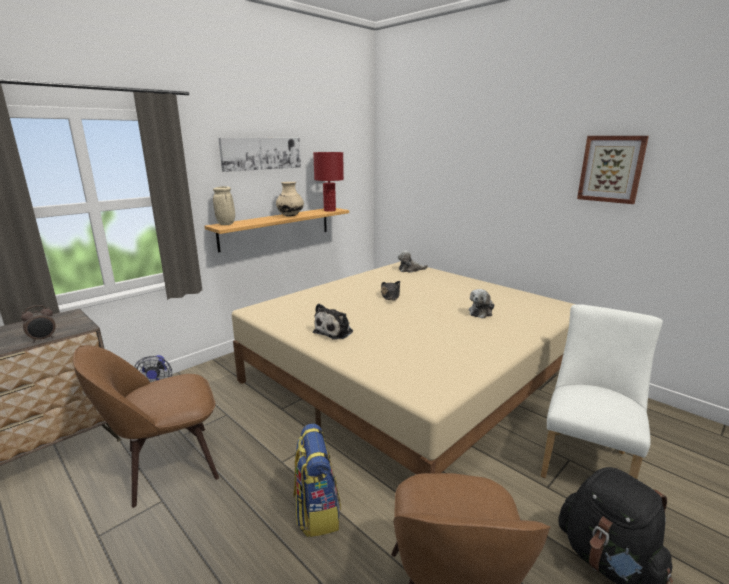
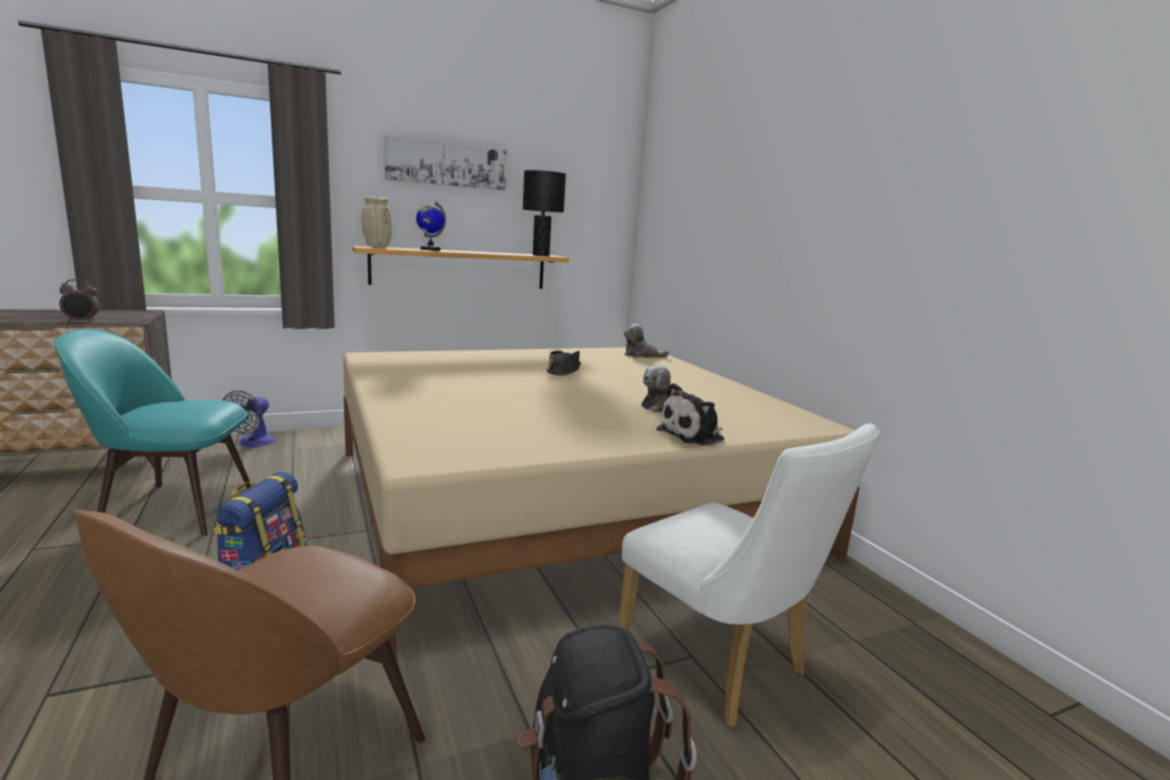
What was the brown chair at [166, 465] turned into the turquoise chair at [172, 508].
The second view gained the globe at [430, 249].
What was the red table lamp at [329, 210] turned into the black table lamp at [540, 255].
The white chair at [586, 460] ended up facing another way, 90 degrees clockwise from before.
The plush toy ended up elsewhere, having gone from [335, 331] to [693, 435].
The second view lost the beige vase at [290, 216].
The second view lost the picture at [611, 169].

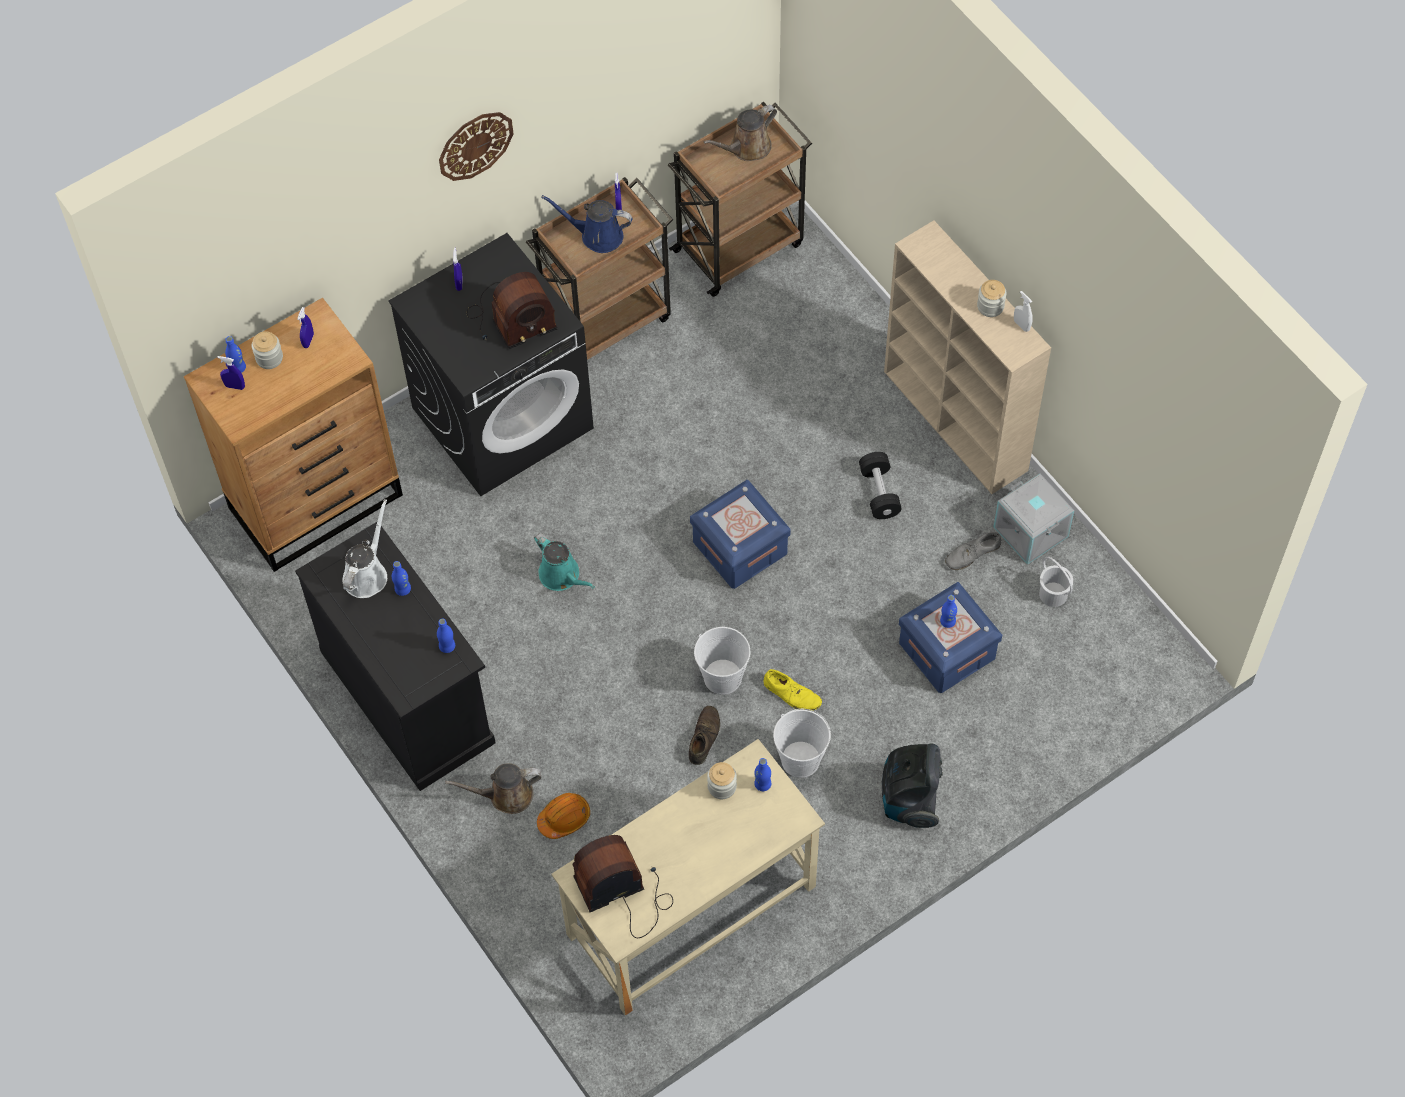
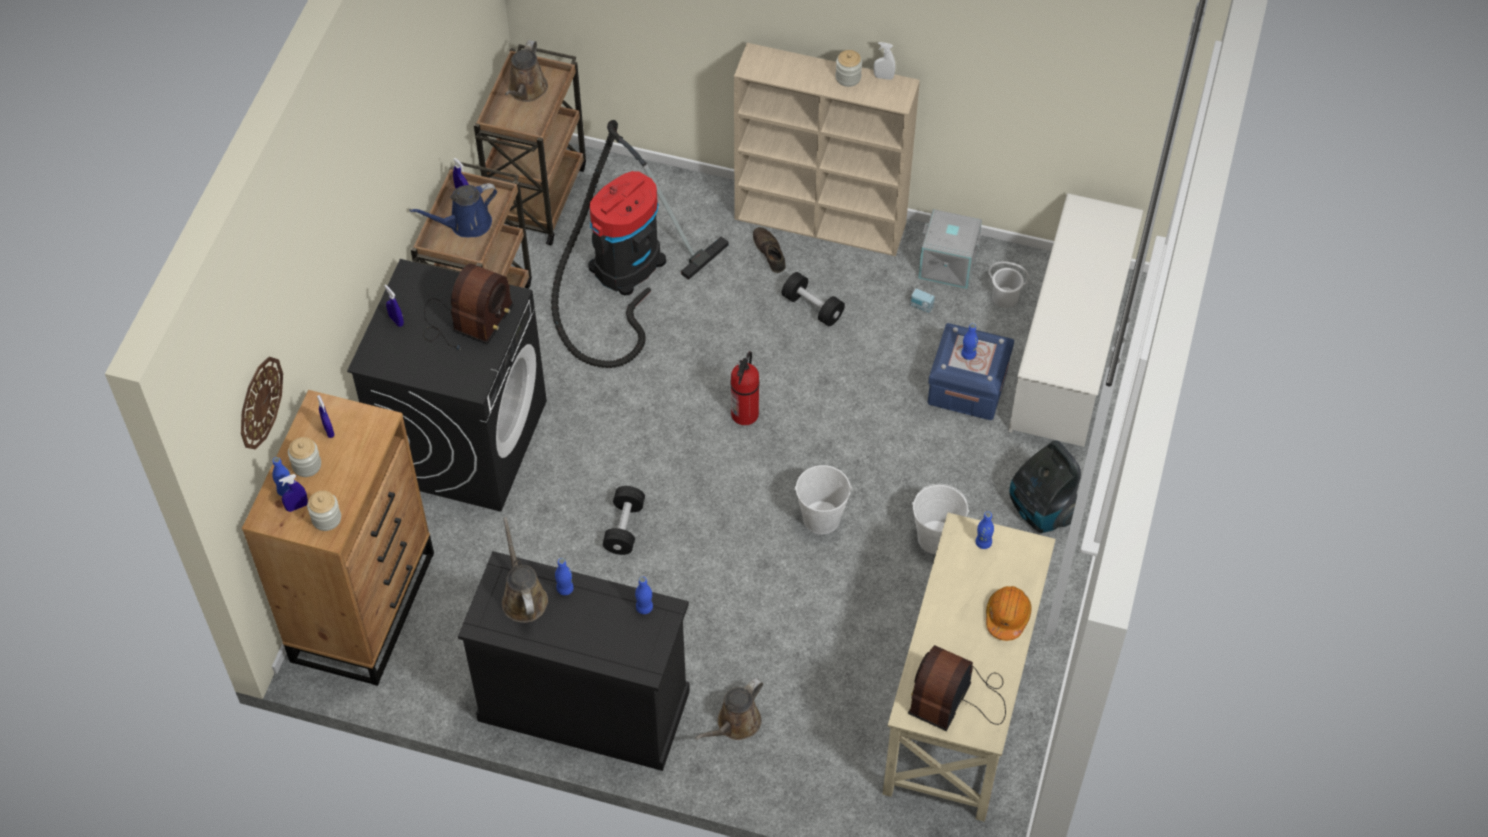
The wall clock ended up elsewhere, having gone from [475, 145] to [260, 402].
The jar ended up elsewhere, having gone from [722, 786] to [326, 518].
What was the white watering can at [367, 574] turned into the brown watering can at [523, 597].
The second view gained the vacuum cleaner at [623, 272].
Where the turquoise watering can stood at [562, 576], the black dumbbell came to stand at [624, 528].
Where the blue storage box stood at [740, 547], the fire extinguisher came to stand at [745, 415].
The brown shoe ended up elsewhere, having gone from [704, 737] to [769, 252].
Where the grey shoe stood at [972, 554], the radio came to stand at [921, 307].
The orange hard hat ended up elsewhere, having gone from [564, 818] to [1007, 616].
The second view gained the white shoe rack at [1069, 353].
The second view lost the yellow shoe at [792, 694].

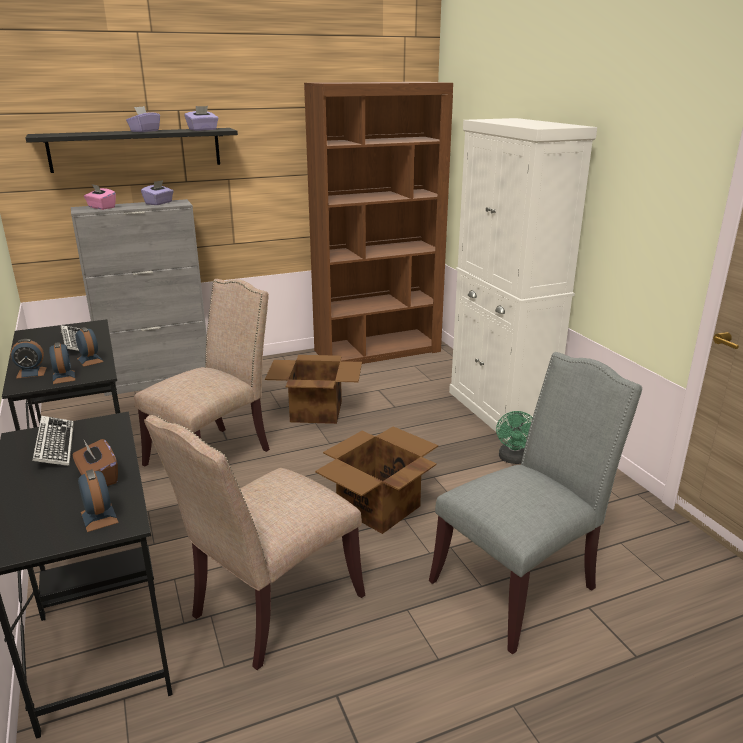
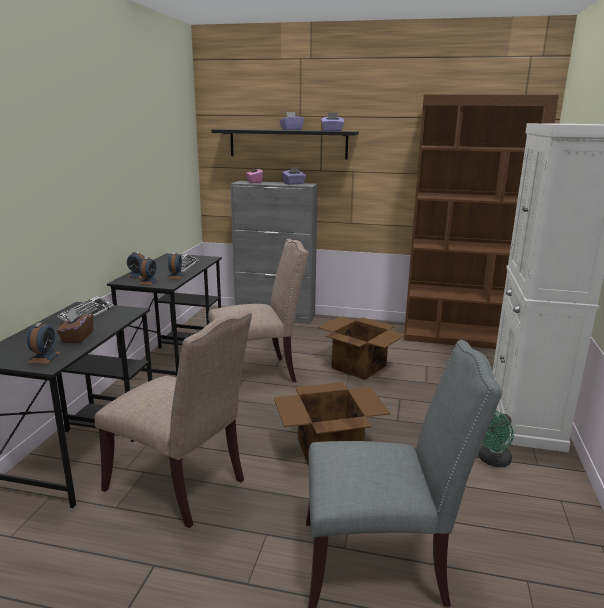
The beige chair at [271, 607] ended up facing another way, 135 degrees counterclockwise from before.

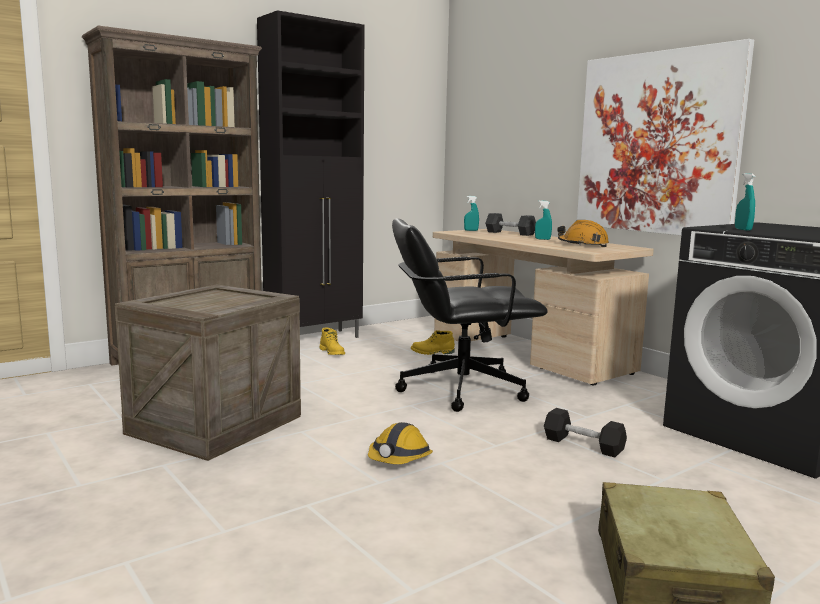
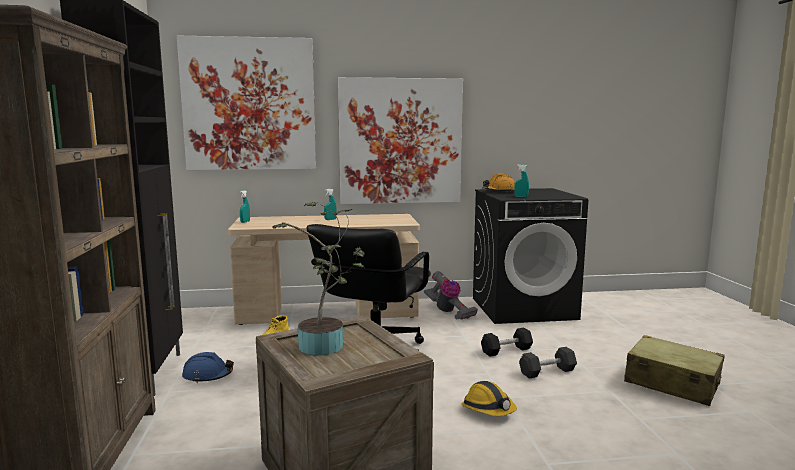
The second view gained the picture at [249, 104].
Where the yellow boot stood at [332, 352], the blue hard hat came to stand at [207, 376].
The second view gained the potted plant at [326, 347].
The second view gained the vacuum cleaner at [448, 312].
The orange hard hat ended up elsewhere, having gone from [582, 245] to [499, 192].
The black dumbbell ended up elsewhere, having gone from [510, 233] to [547, 372].

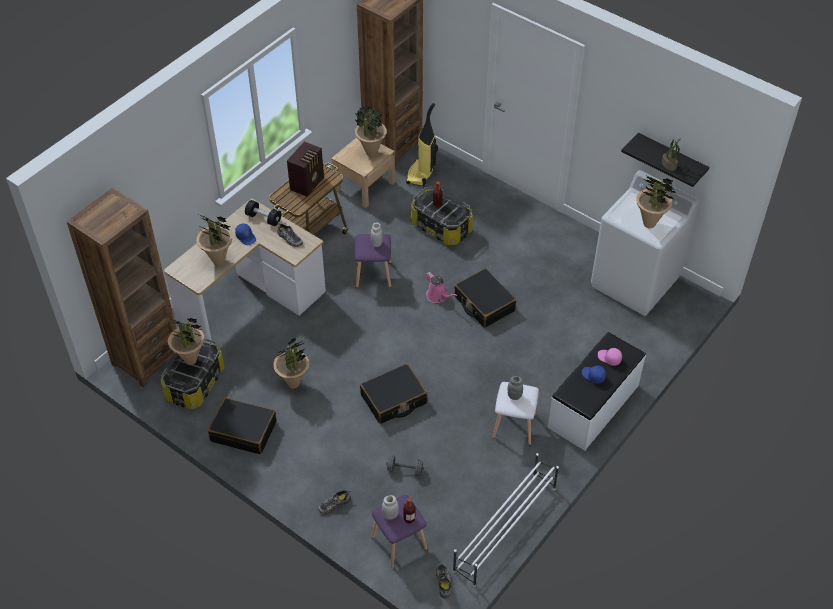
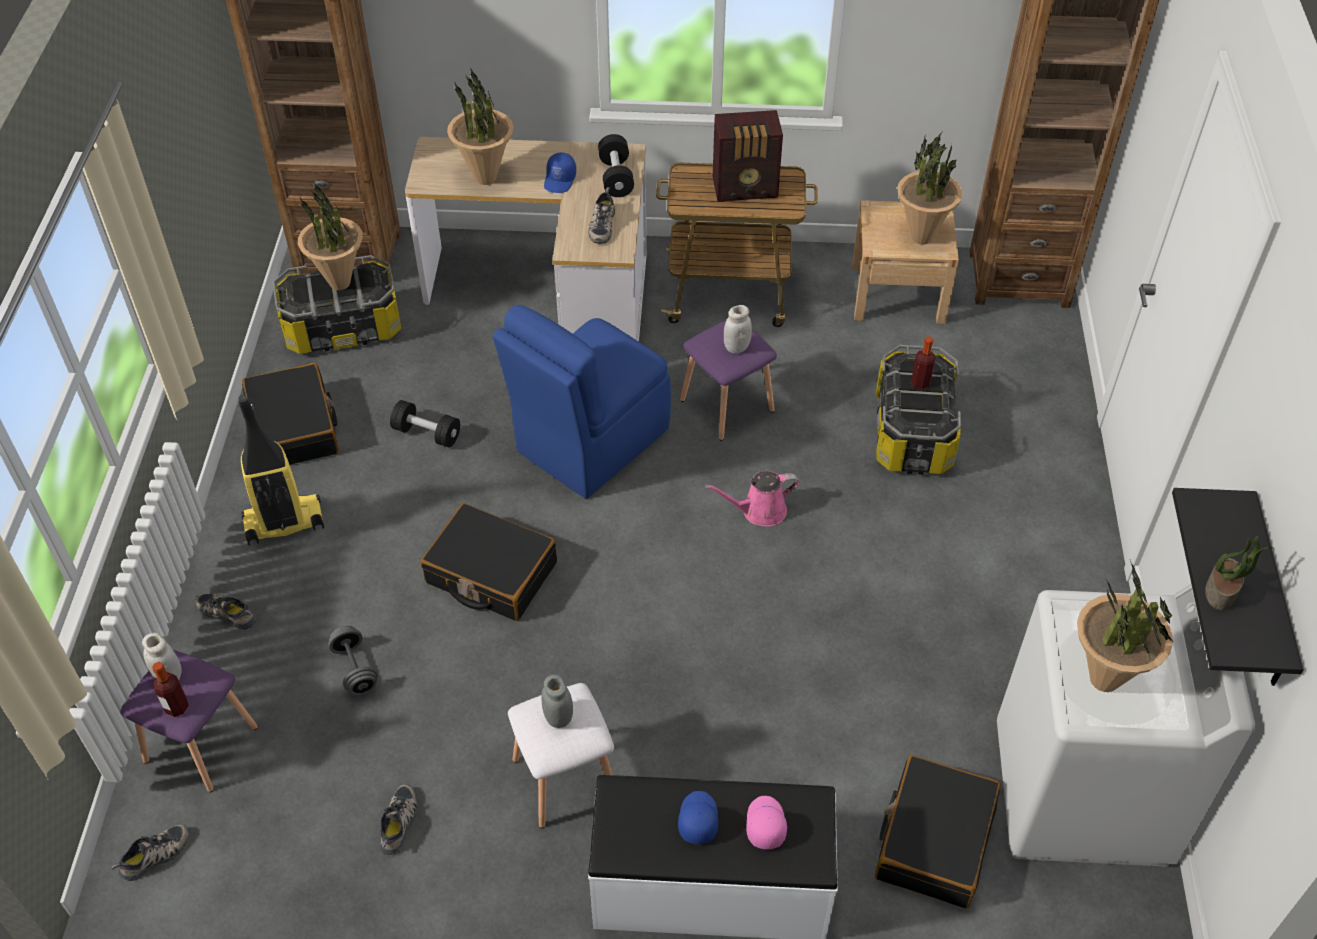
The vacuum cleaner ended up elsewhere, having gone from [421, 174] to [283, 524].
The second view gained the shoe at [400, 823].
Where the potted plant stood at [294, 383], the black dumbbell came to stand at [427, 433].
The second view gained the blue chair at [589, 442].
The pink watering can at [438, 296] ended up facing another way, 60 degrees clockwise from before.
The black suitcase ended up elsewhere, having gone from [484, 304] to [933, 840].
The second view lost the white shoe rack at [504, 529].

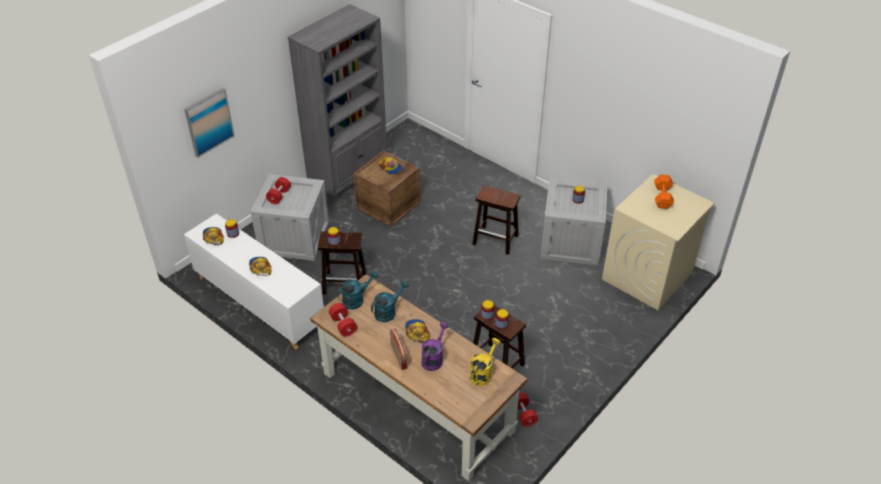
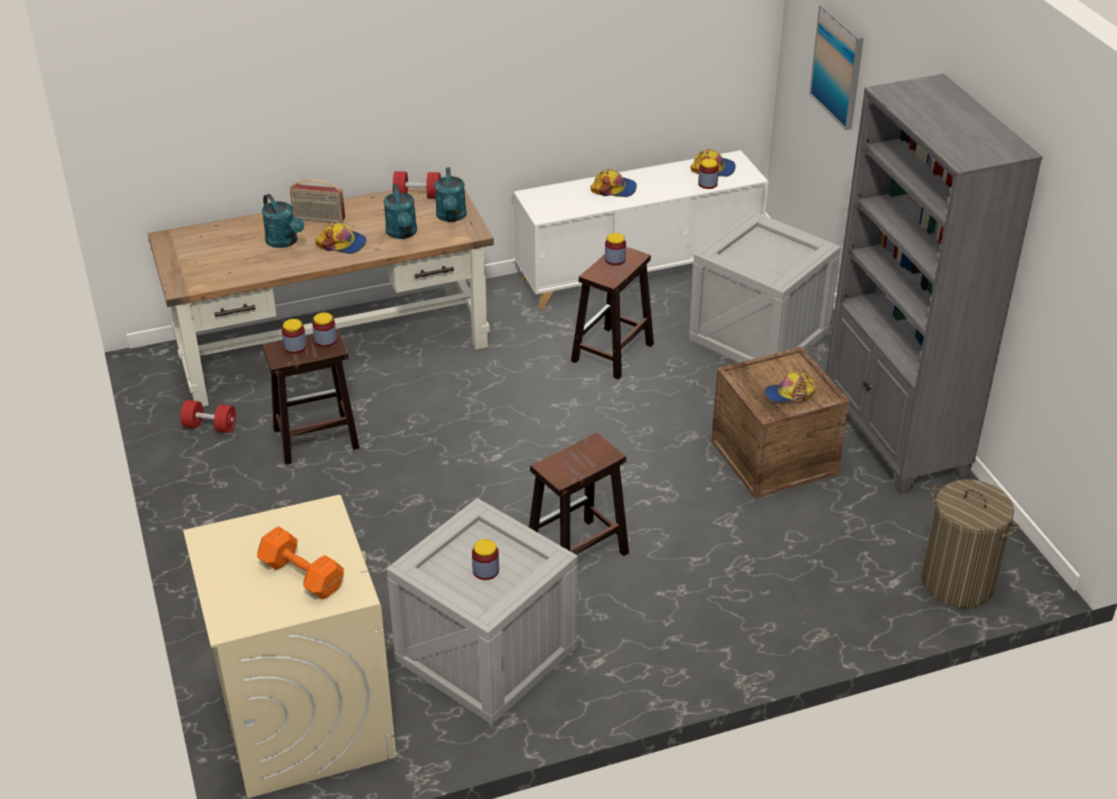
What was the purple watering can at [433, 358] turned into the turquoise watering can at [285, 242].
The second view gained the laundry basket at [957, 583].
The second view lost the red dumbbell at [279, 196].
The second view lost the yellow watering can at [482, 373].

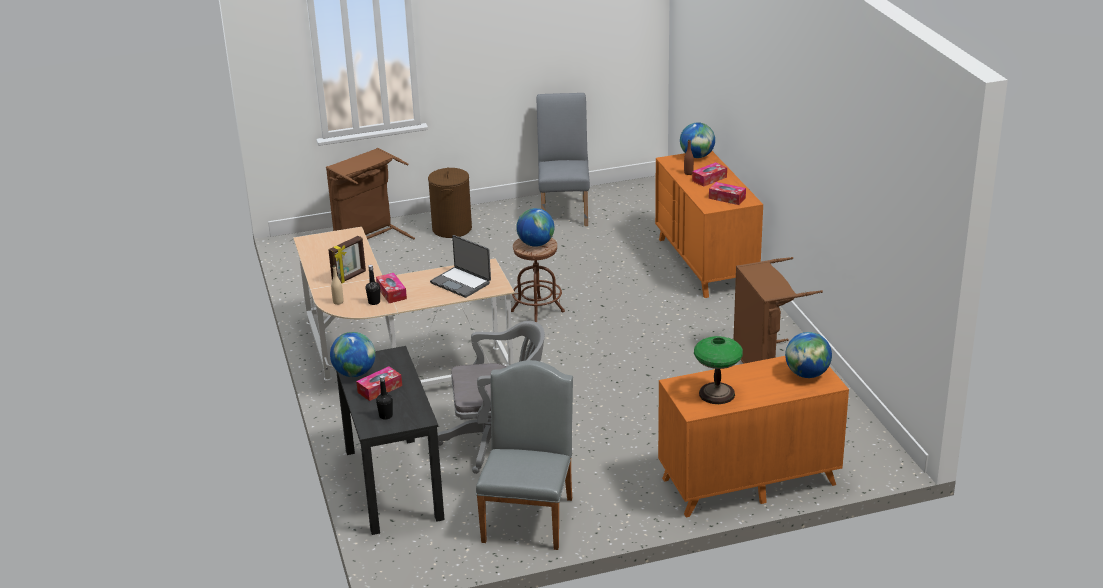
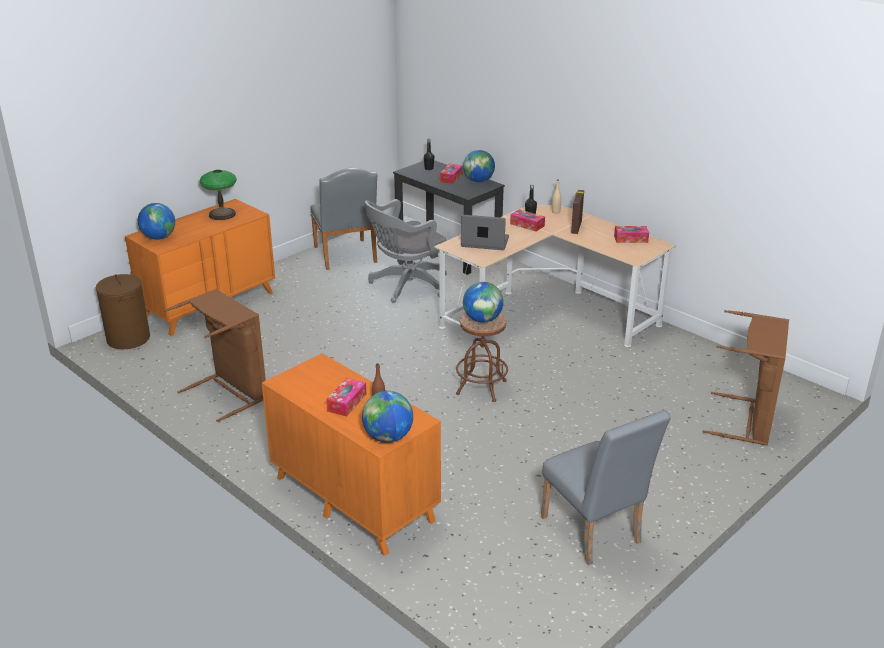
The brown laundry basket ended up elsewhere, having gone from [452, 228] to [128, 339].
The tissue box ended up elsewhere, having gone from [727, 198] to [630, 239].

